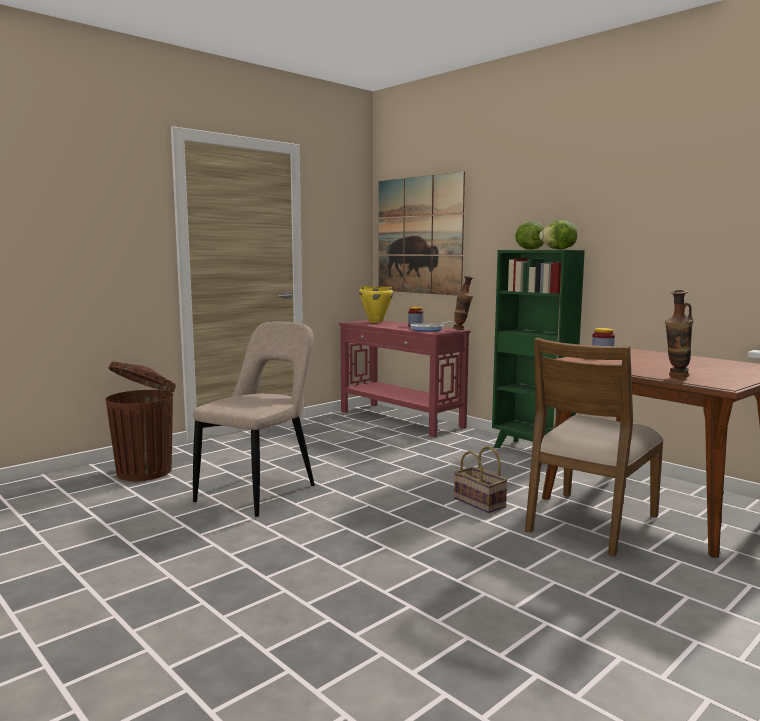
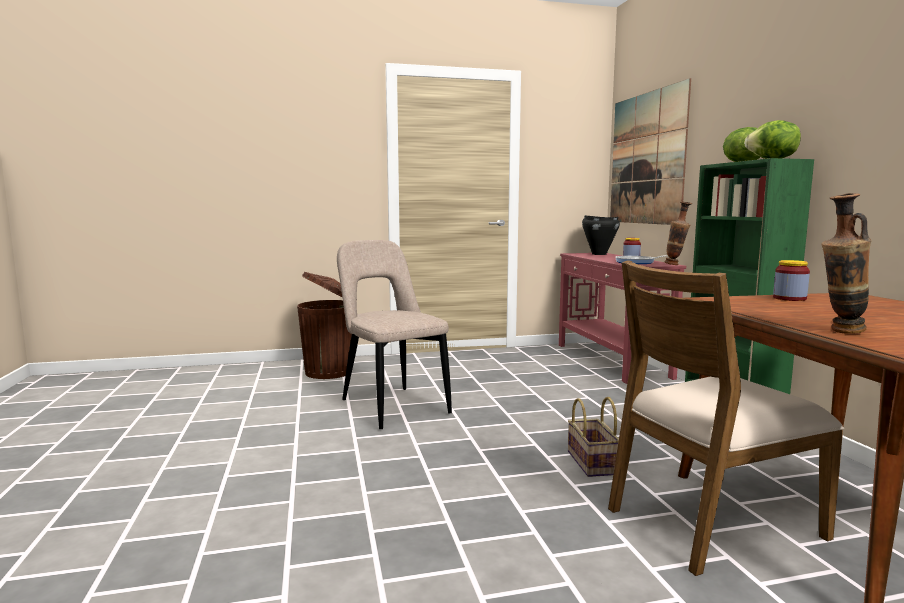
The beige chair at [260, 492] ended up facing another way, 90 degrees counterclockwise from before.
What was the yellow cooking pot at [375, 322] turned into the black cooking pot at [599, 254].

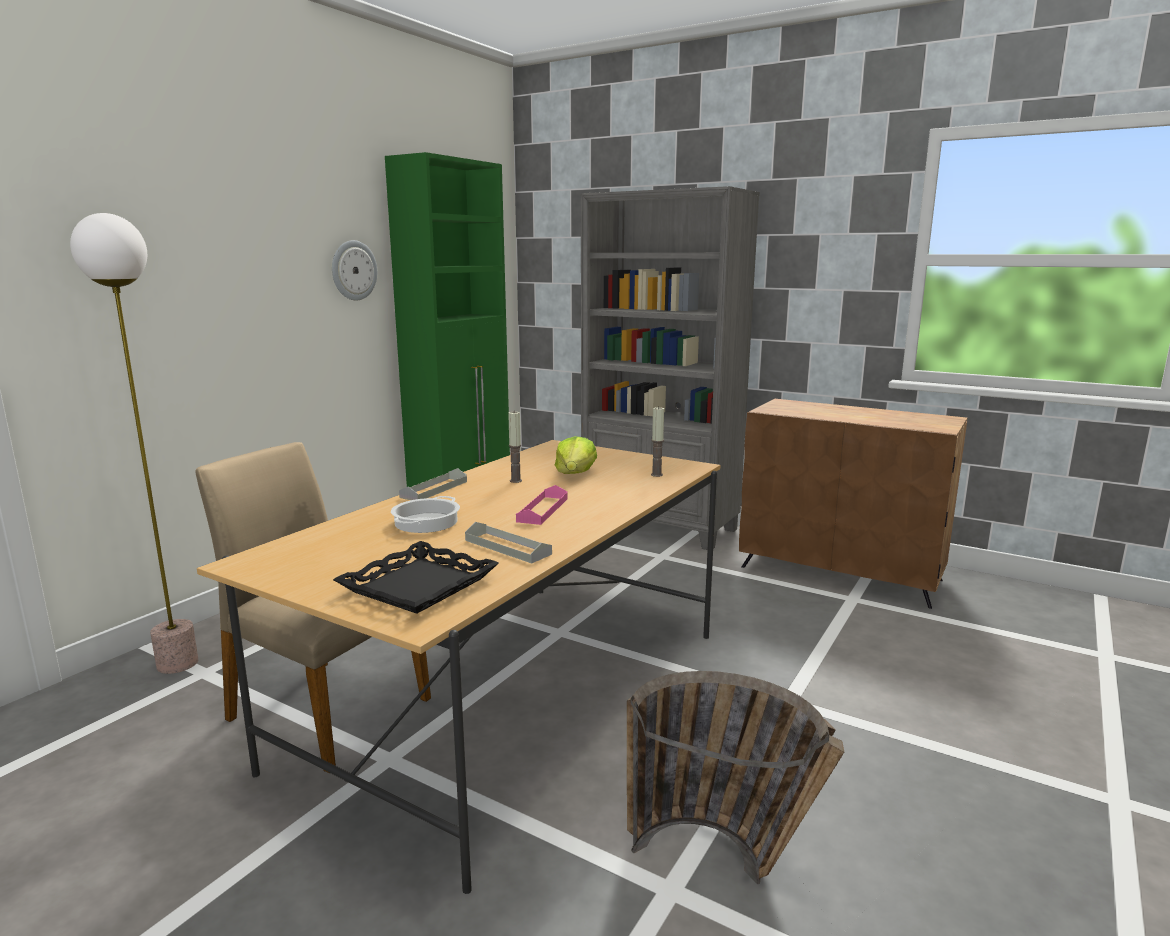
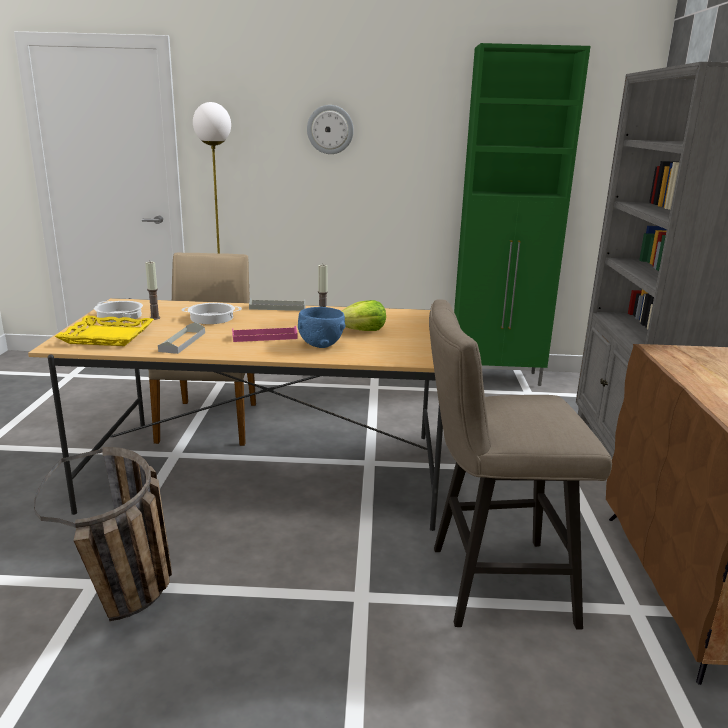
What was the black tray at [418, 585] turned into the yellow tray at [108, 336].
The second view gained the cooking pot at [119, 316].
The candle ended up elsewhere, having gone from [656, 475] to [155, 318].
The second view gained the blue bowl at [321, 345].
The wall clock ended up elsewhere, having gone from [353, 270] to [330, 129].
The second view gained the beige stool at [489, 584].

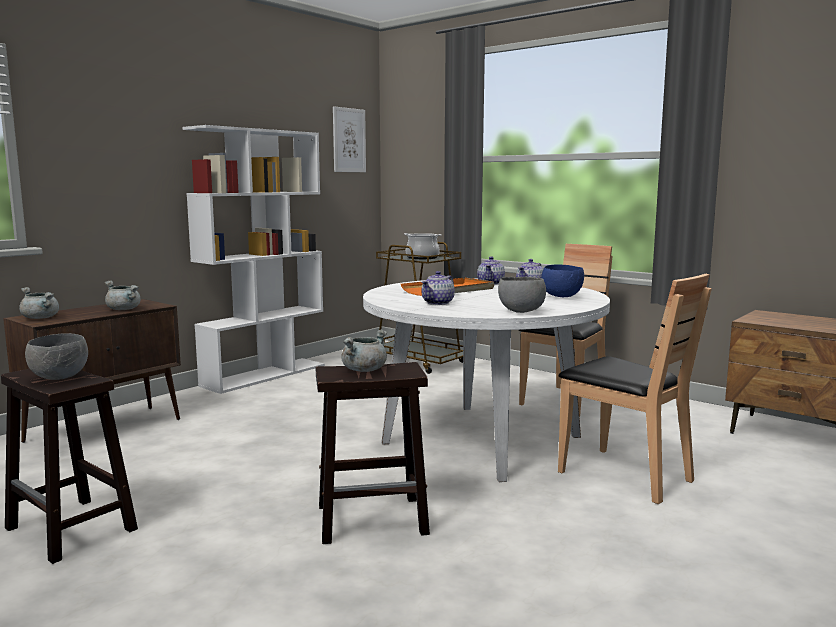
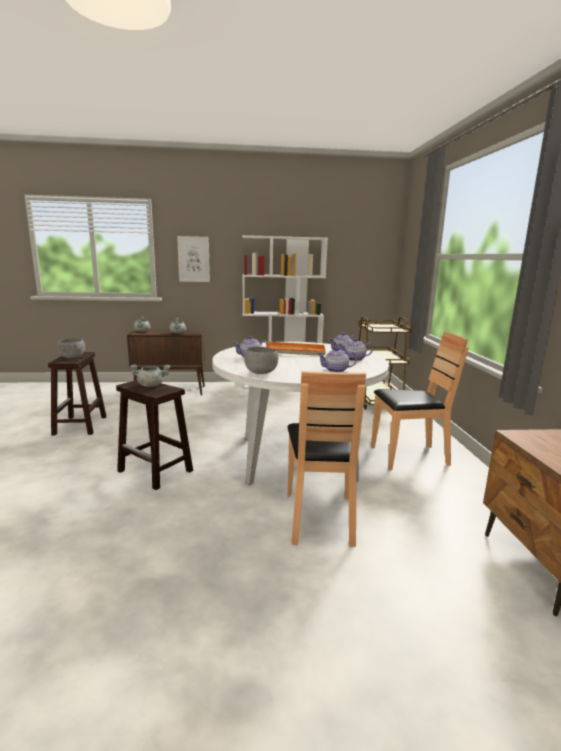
The picture ended up elsewhere, having gone from [349, 140] to [193, 259].
Where the blue bowl stood at [562, 296], the teapot came to stand at [336, 370].
The second view lost the cooking pot at [422, 258].

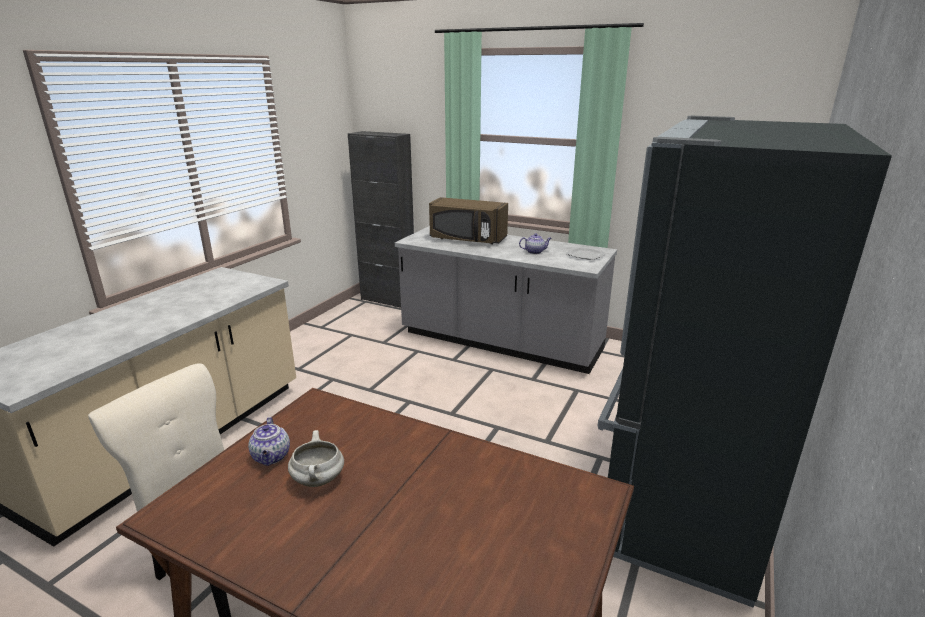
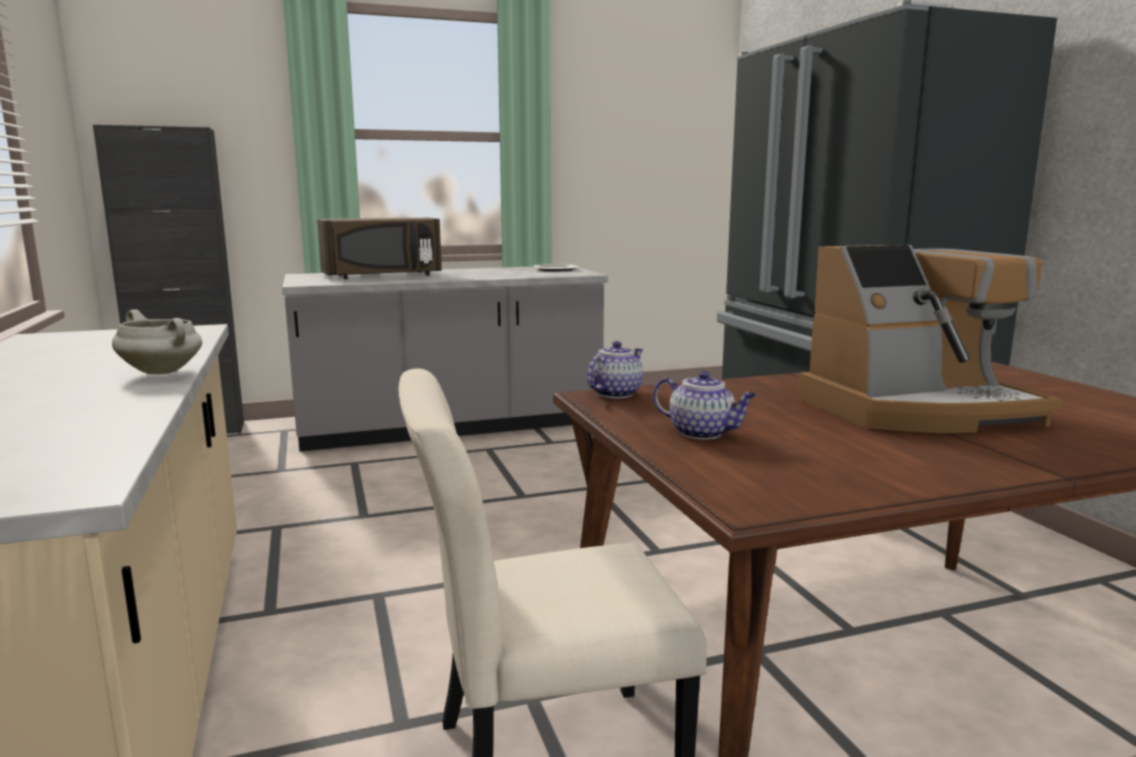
The white cooking pot ended up elsewhere, having gone from [319, 480] to [163, 372].
The teapot ended up elsewhere, having gone from [535, 252] to [615, 393].
The second view gained the coffee machine at [917, 410].

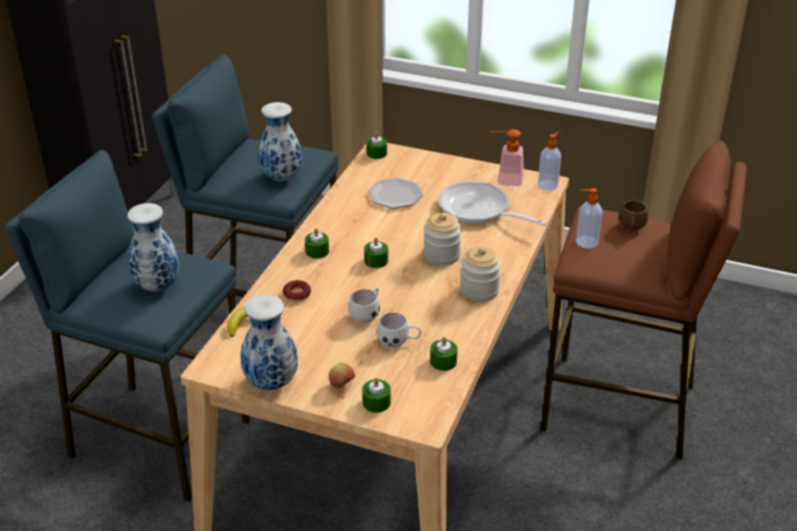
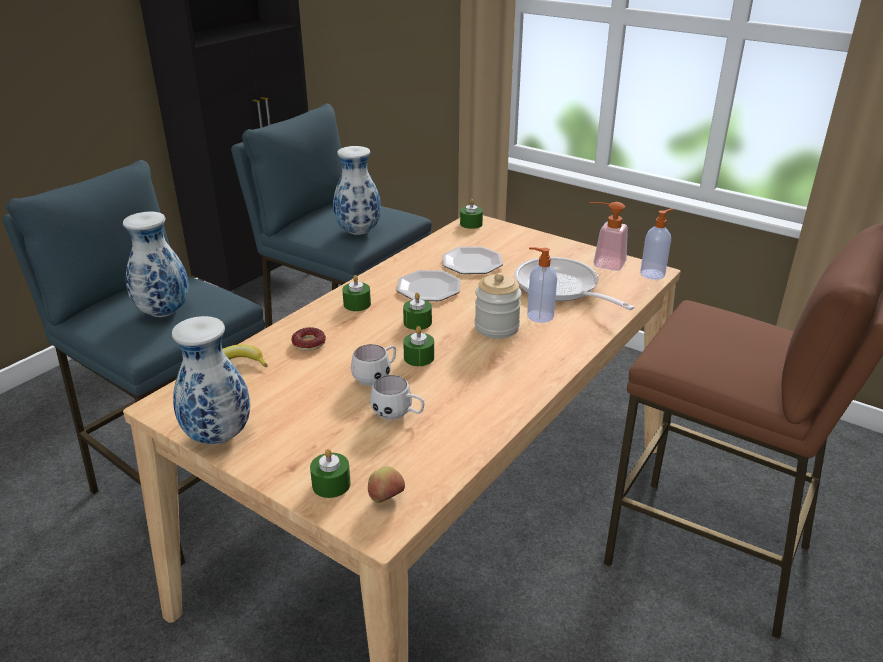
The apple ended up elsewhere, having gone from [342, 385] to [386, 499].
The second view gained the plate at [428, 288].
The green candle ended up elsewhere, having gone from [443, 361] to [419, 357].
The soap dispenser ended up elsewhere, having gone from [586, 242] to [539, 316].
The second view lost the jar at [479, 290].
The second view lost the brown mug at [631, 229].

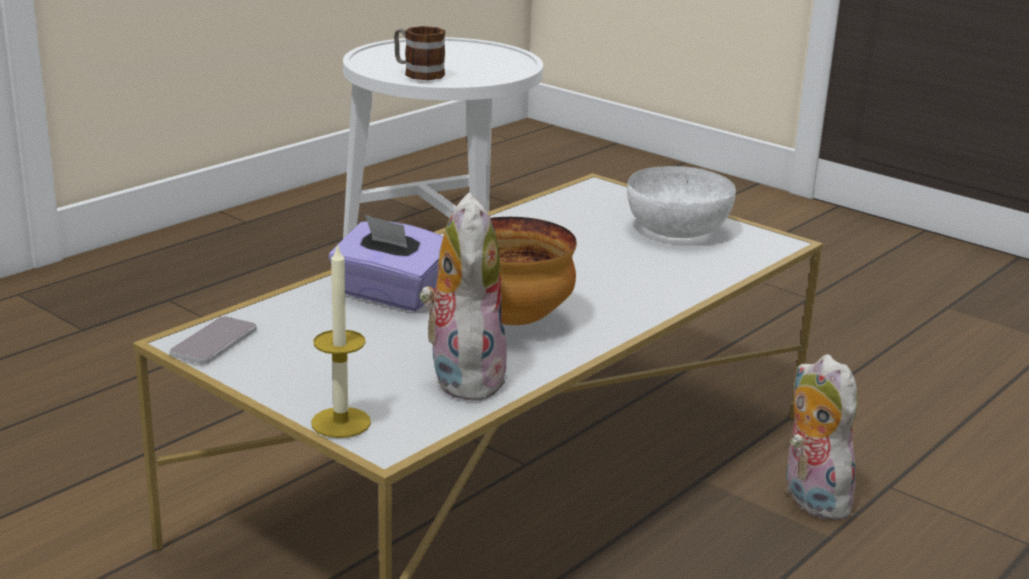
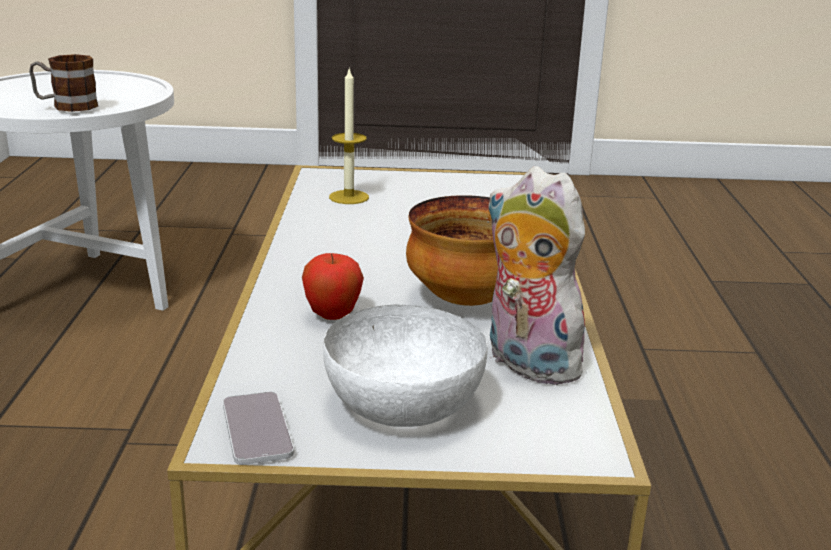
Where the purple tissue box stood at [390, 295], the apple came to stand at [332, 316].
The white bowl ended up elsewhere, having gone from [678, 230] to [405, 404].
The candle ended up elsewhere, having gone from [341, 422] to [349, 197].
The second view lost the plush toy at [809, 498].

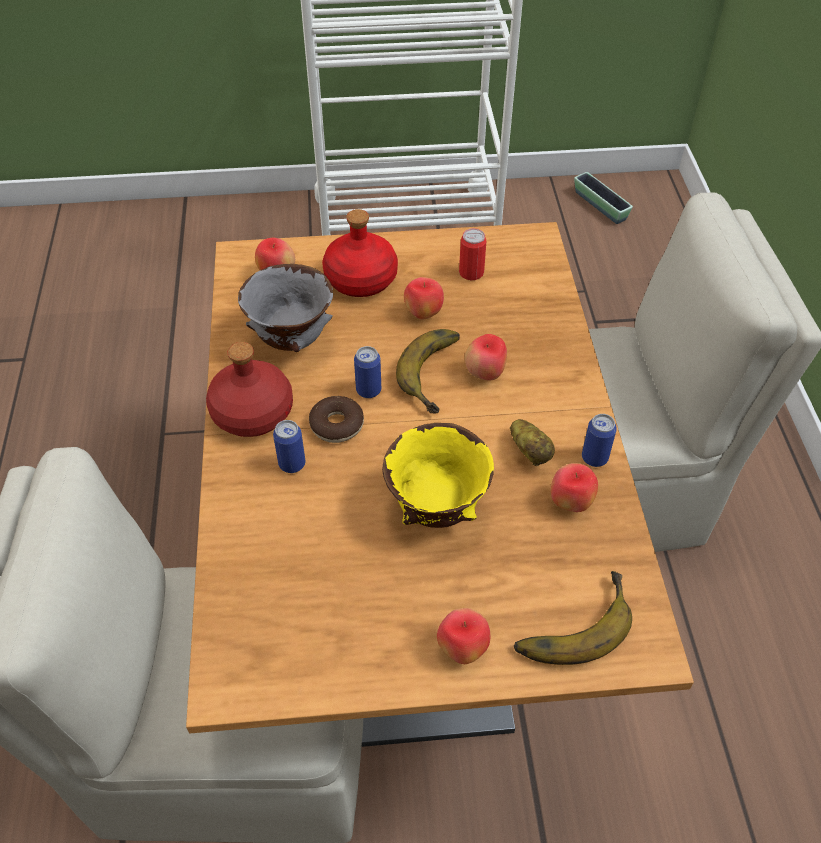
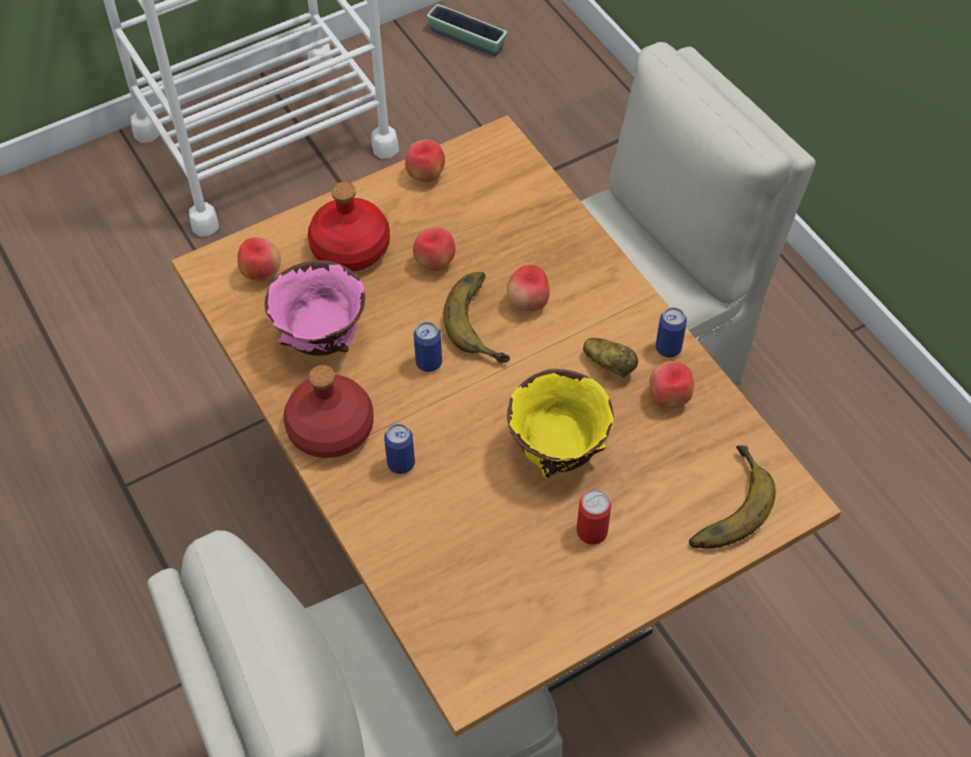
What was the grey bowl at [291, 339] turned into the pink bowl at [321, 339].
The apple ended up elsewhere, having gone from [462, 648] to [425, 176].
The can ended up elsewhere, having gone from [471, 273] to [592, 531].
The second view lost the donut at [336, 425].

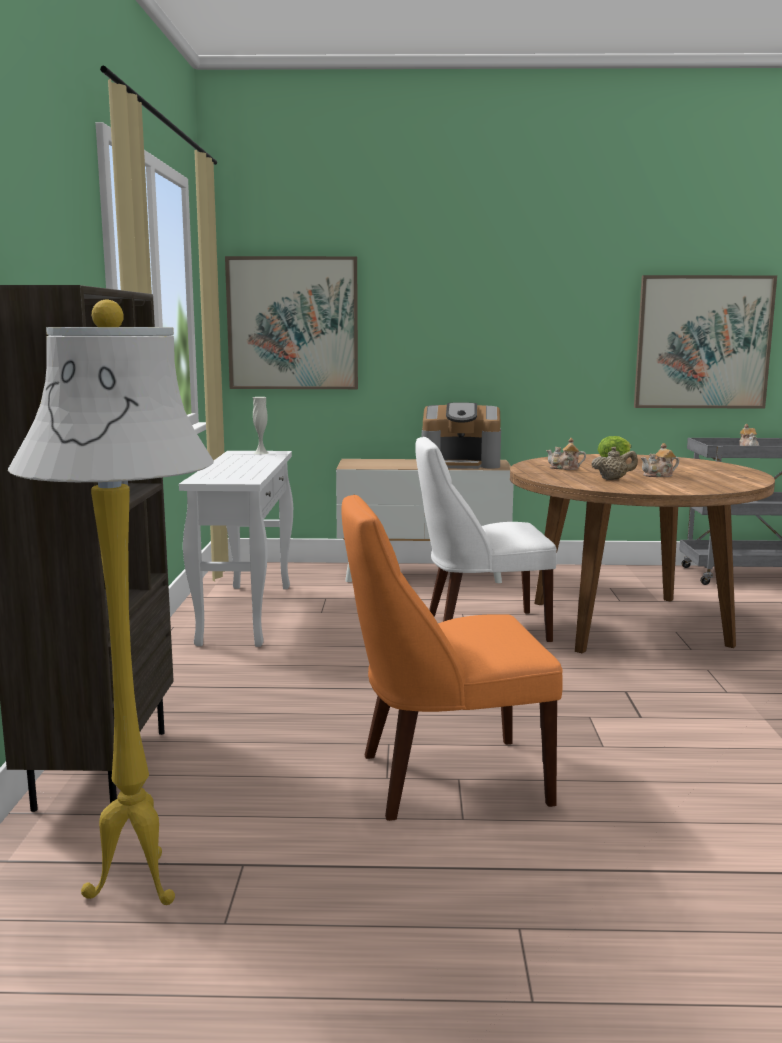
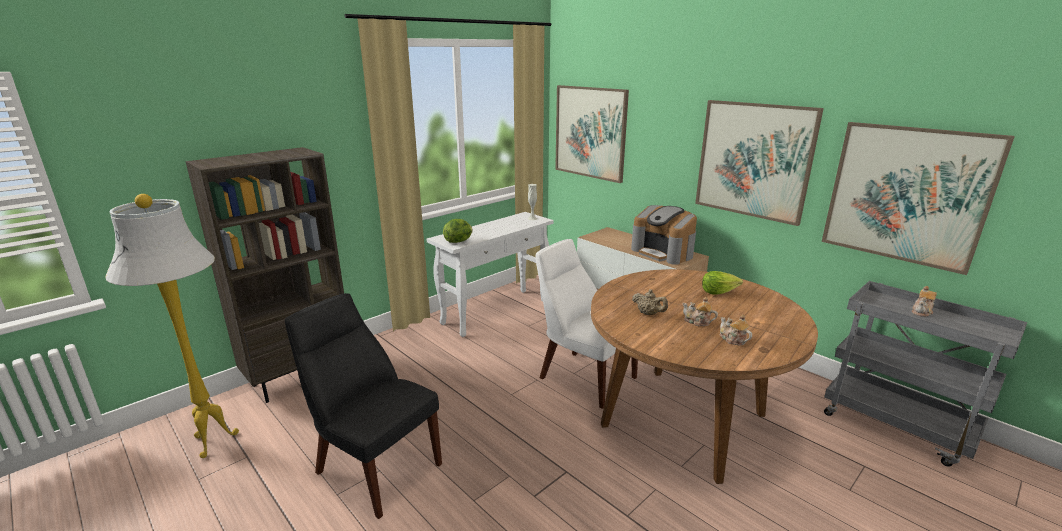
What was the orange chair at [444, 779] turned into the black chair at [374, 466].
The second view gained the lettuce at [459, 241].
The second view gained the picture at [753, 160].
The teapot ended up elsewhere, having gone from [565, 468] to [732, 339].

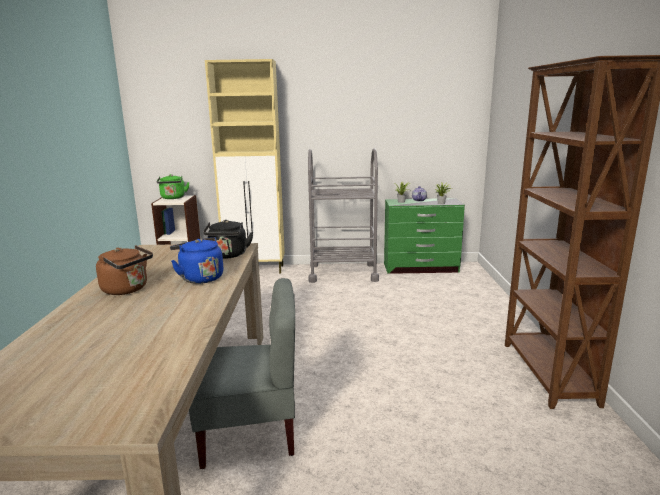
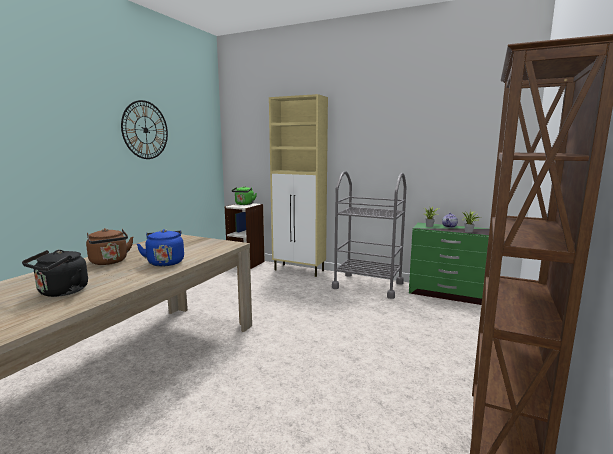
The black kettle ended up elsewhere, having gone from [228, 255] to [61, 292].
The second view gained the wall clock at [145, 130].
The second view lost the grey chair at [250, 433].

